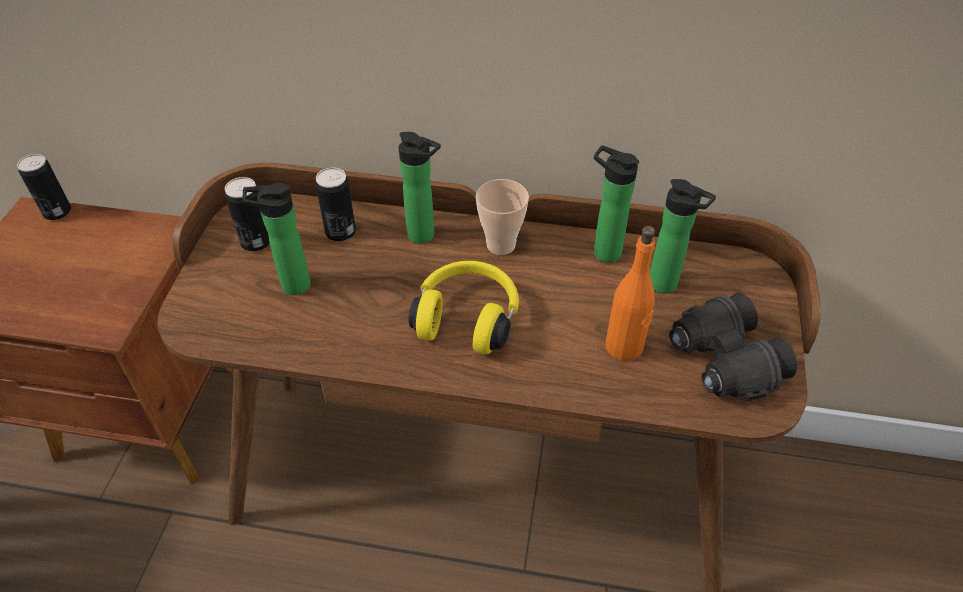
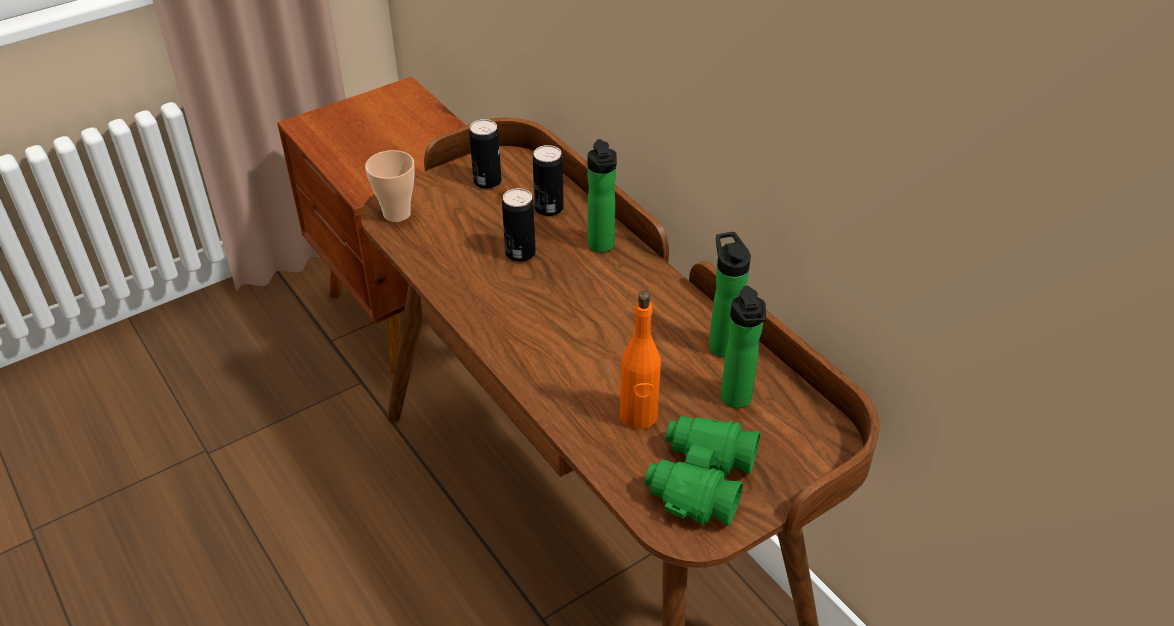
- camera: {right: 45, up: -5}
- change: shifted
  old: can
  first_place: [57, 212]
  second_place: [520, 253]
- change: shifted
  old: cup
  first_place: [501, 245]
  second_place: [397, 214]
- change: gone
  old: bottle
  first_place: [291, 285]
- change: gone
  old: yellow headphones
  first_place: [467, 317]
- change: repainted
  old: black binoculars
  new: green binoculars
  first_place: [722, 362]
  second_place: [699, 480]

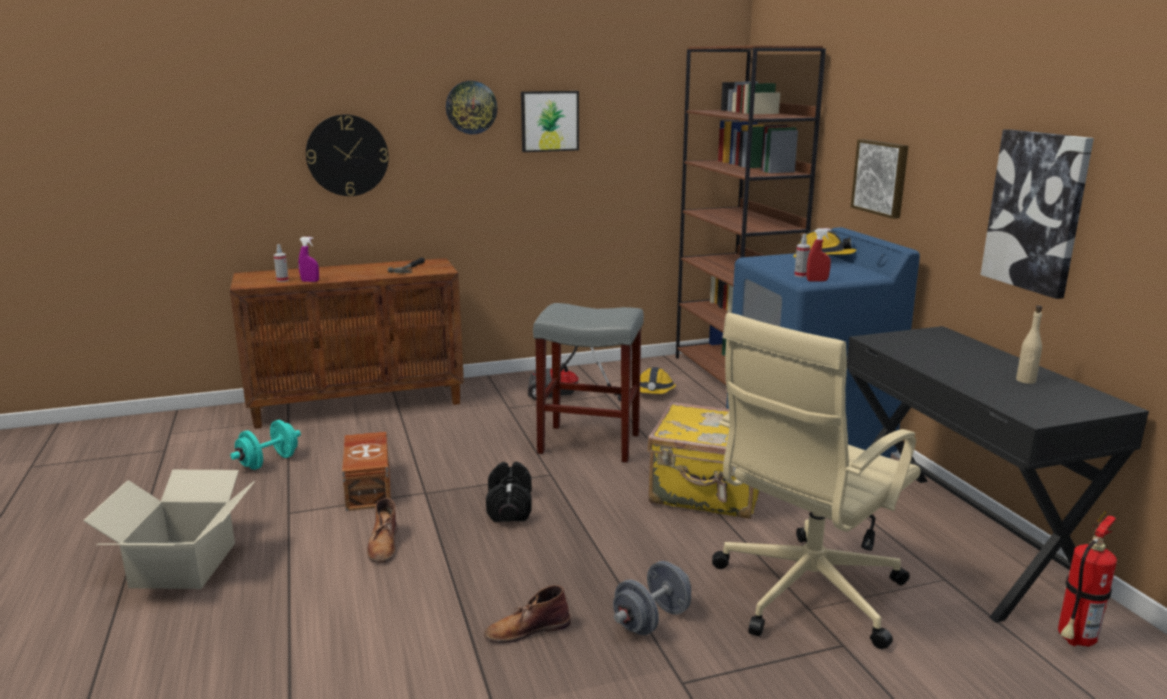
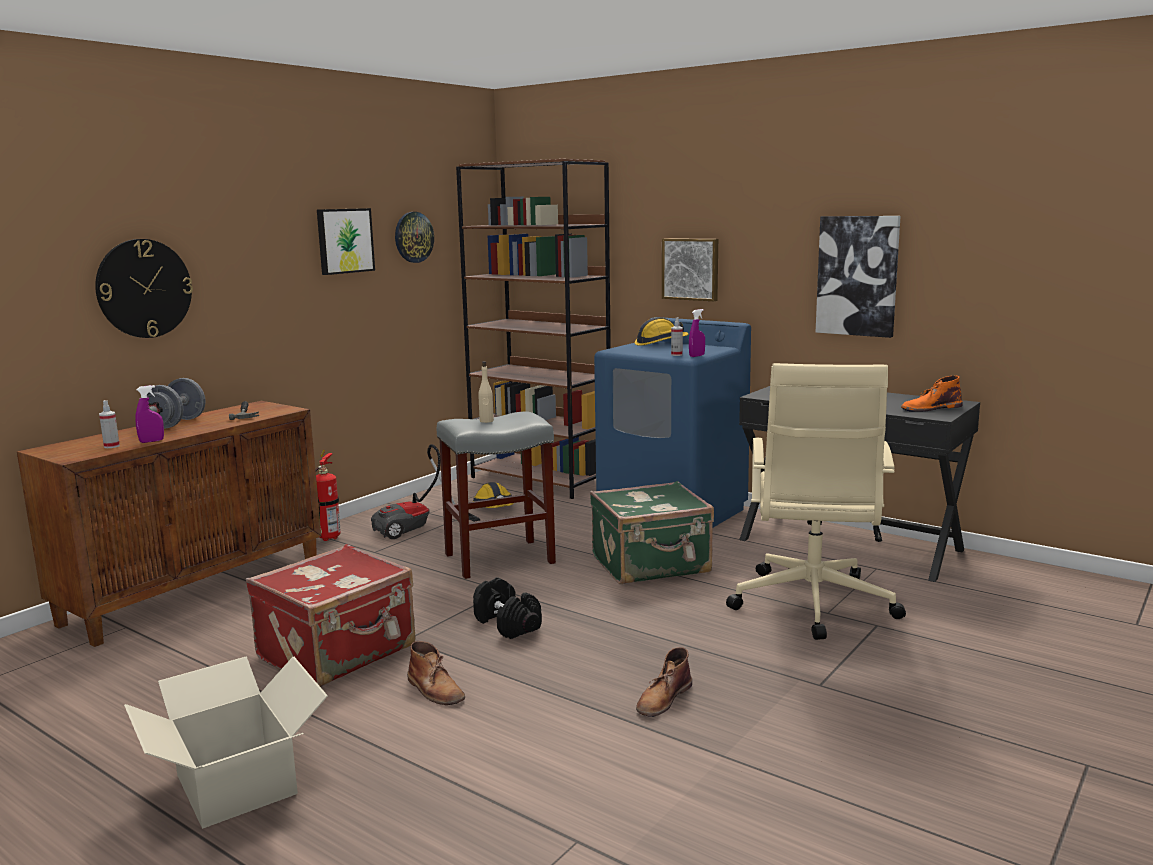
- camera: {right: -35, up: -5}
- change: shifted
  old: wall clock
  first_place: [471, 107]
  second_place: [413, 237]
- change: repainted
  old: red spray bottle
  new: purple spray bottle
  first_place: [817, 281]
  second_place: [696, 356]
- change: shifted
  old: beige bottle
  first_place: [1025, 380]
  second_place: [486, 421]
- change: repainted
  old: yellow suitcase
  new: green suitcase
  first_place: [707, 493]
  second_place: [651, 565]
- change: gone
  old: turquoise dumbbell
  first_place: [268, 462]
- change: swapped
  old: brown storage box
  new: red suitcase
  first_place: [370, 487]
  second_place: [339, 653]
- change: shifted
  old: fire extinguisher
  first_place: [1074, 642]
  second_place: [327, 539]
- change: shifted
  old: grey dumbbell
  first_place: [651, 620]
  second_place: [176, 423]
- change: new
  new: orange boot
  second_place: [930, 408]

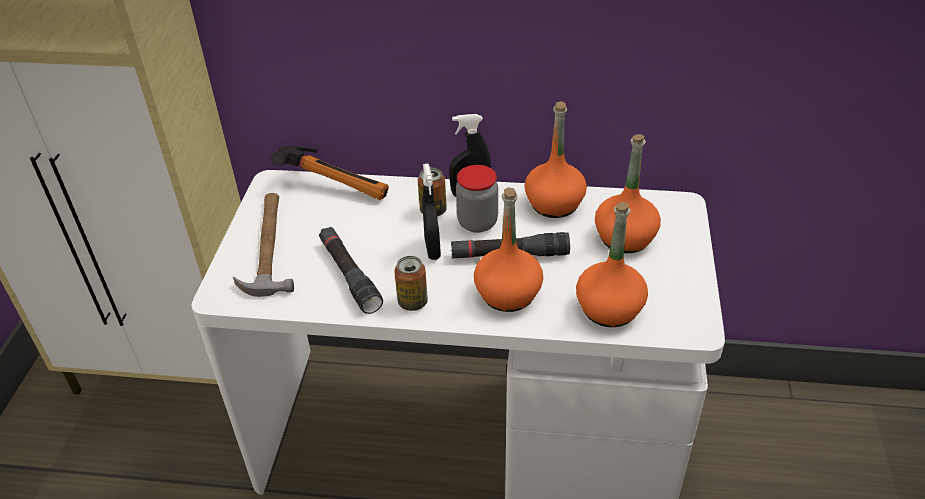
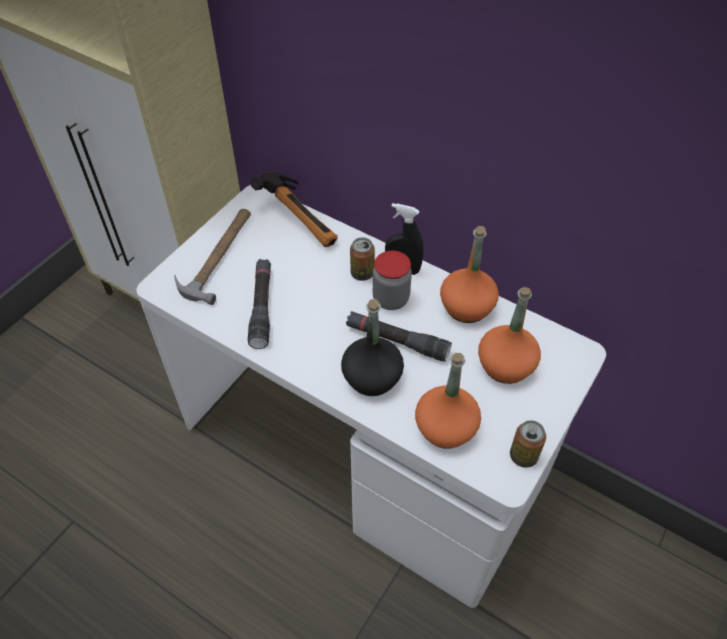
- camera: {right: 25, up: 10}
- change: gone
  old: black spray bottle
  first_place: [432, 249]
- change: repainted
  old: orange bottle
  new: black bottle
  first_place: [508, 294]
  second_place: [372, 377]
- change: shifted
  old: can
  first_place: [412, 302]
  second_place: [523, 456]

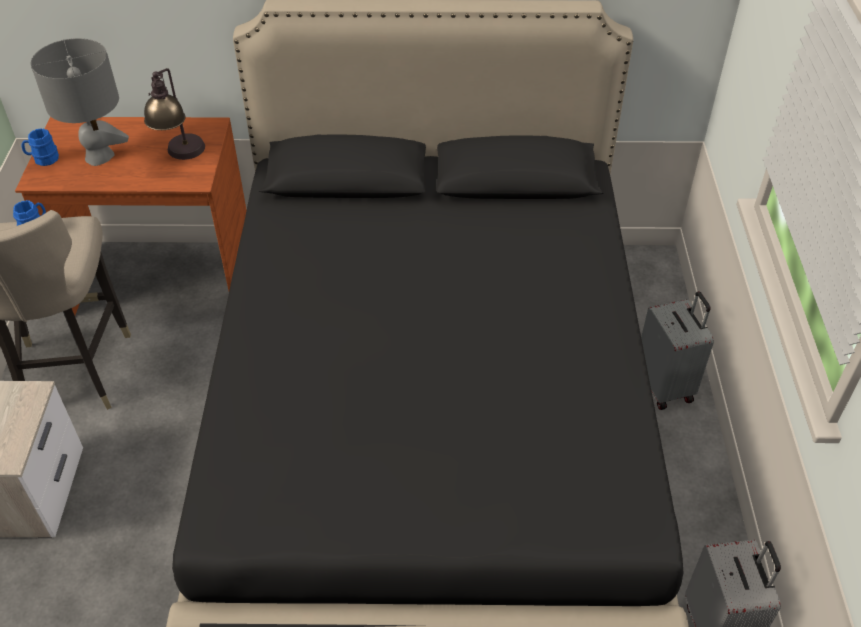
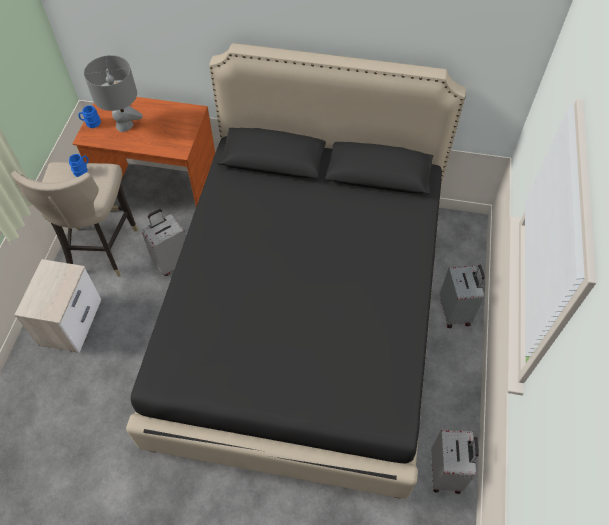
- camera: {right: 10, up: 10}
- change: gone
  old: table lamp
  first_place: [181, 157]
- change: new
  new: grey suitcase
  second_place: [172, 261]

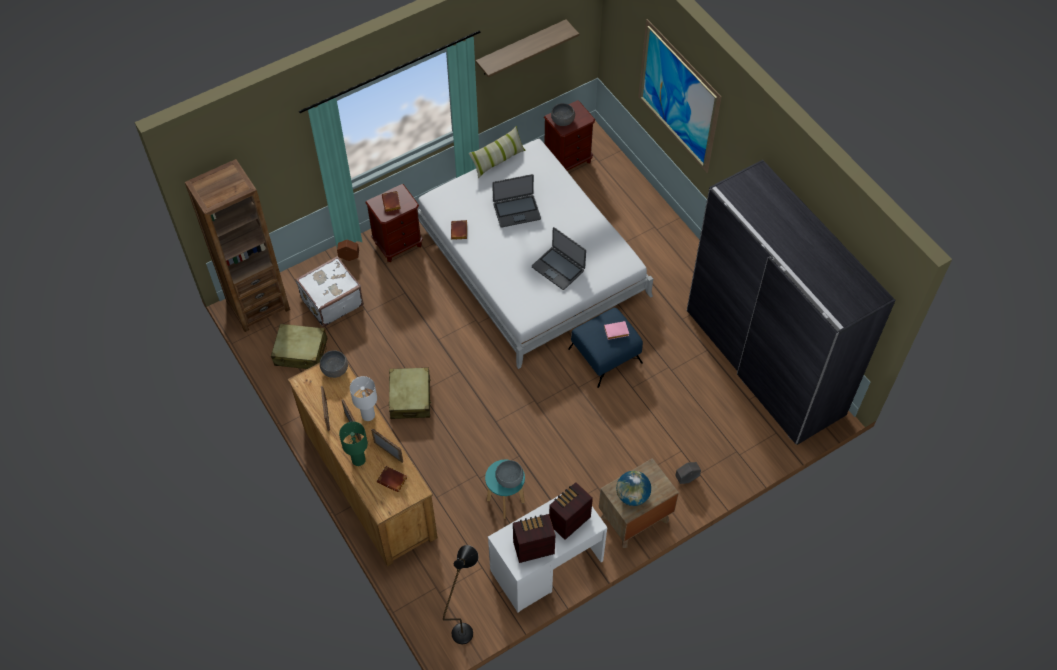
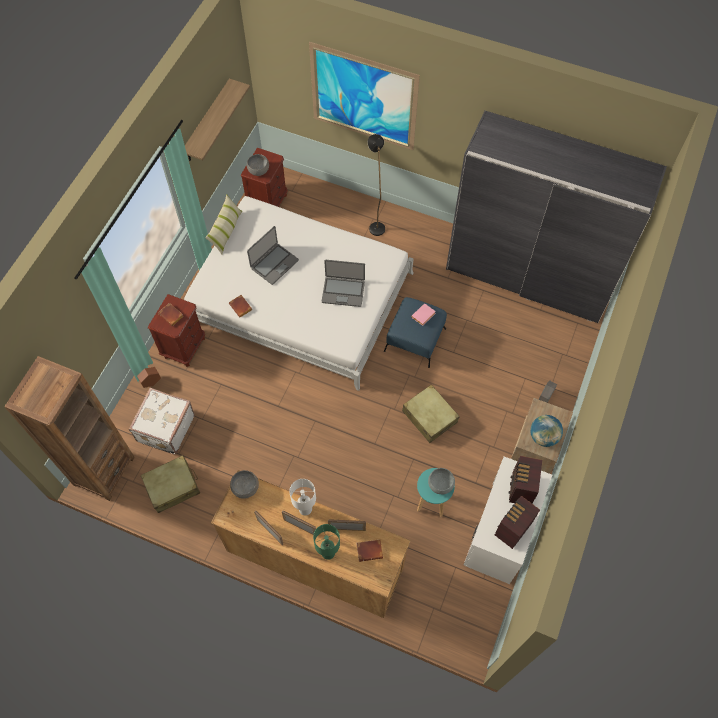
- camera: {right: -35, up: 5}
- change: shifted
  old: beige suitcase
  first_place: [410, 398]
  second_place: [429, 417]
- change: shifted
  old: black floor lamp
  first_place: [465, 626]
  second_place: [375, 224]

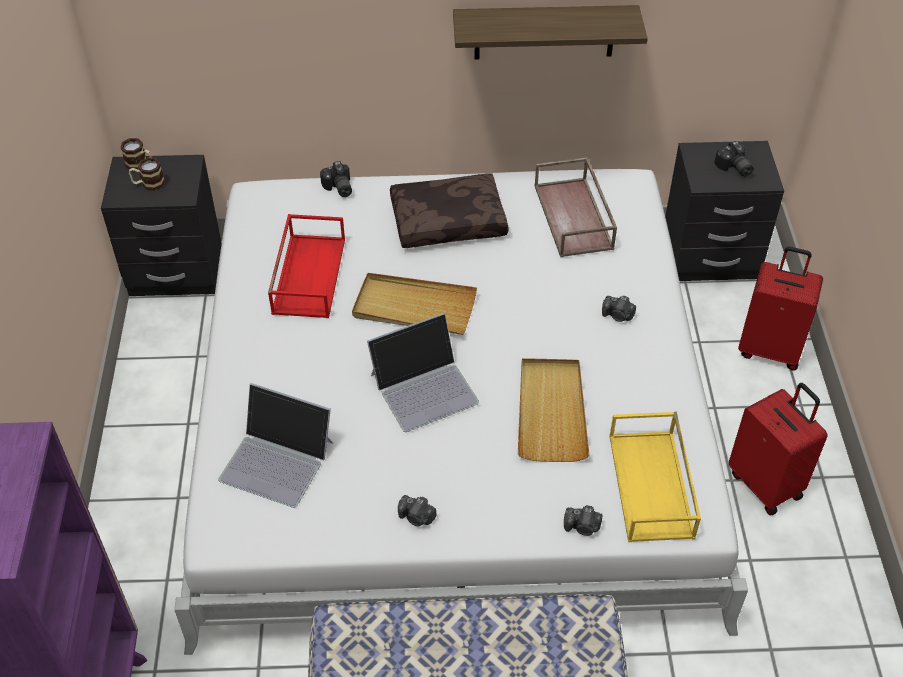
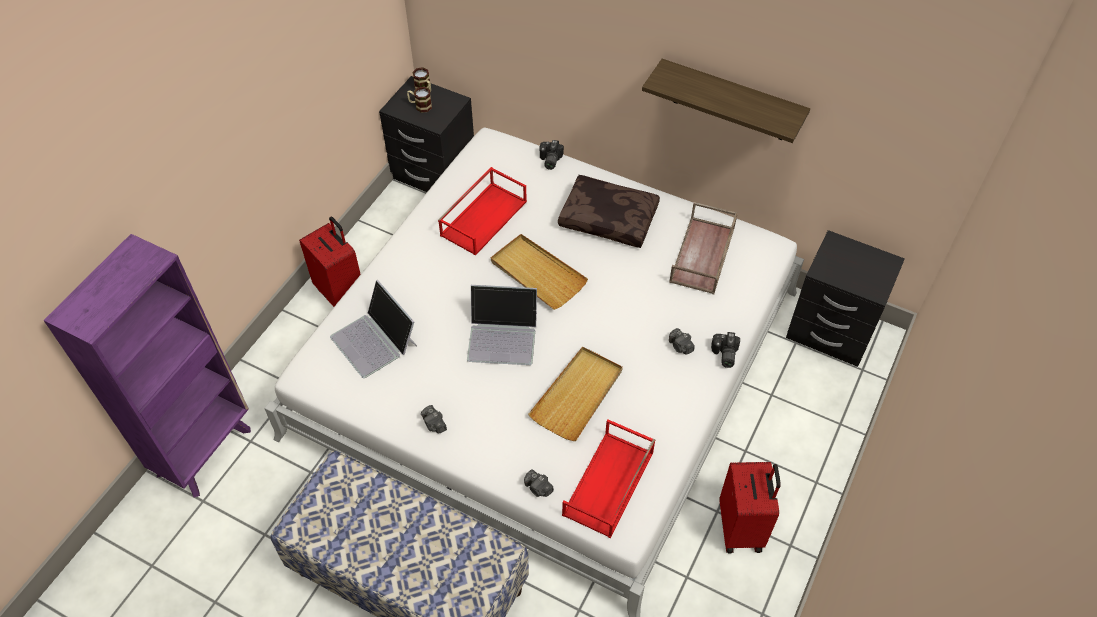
- camera: {right: 30, up: 5}
- change: shifted
  old: photo camera
  first_place: [733, 168]
  second_place: [724, 355]
- change: shifted
  old: red suitcase
  first_place: [770, 349]
  second_place: [341, 293]
- change: repainted
  old: yellow tray
  new: red tray
  first_place: [652, 486]
  second_place: [609, 485]

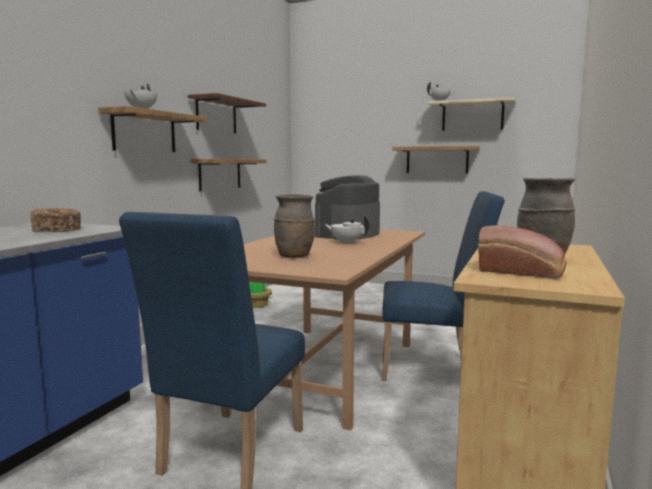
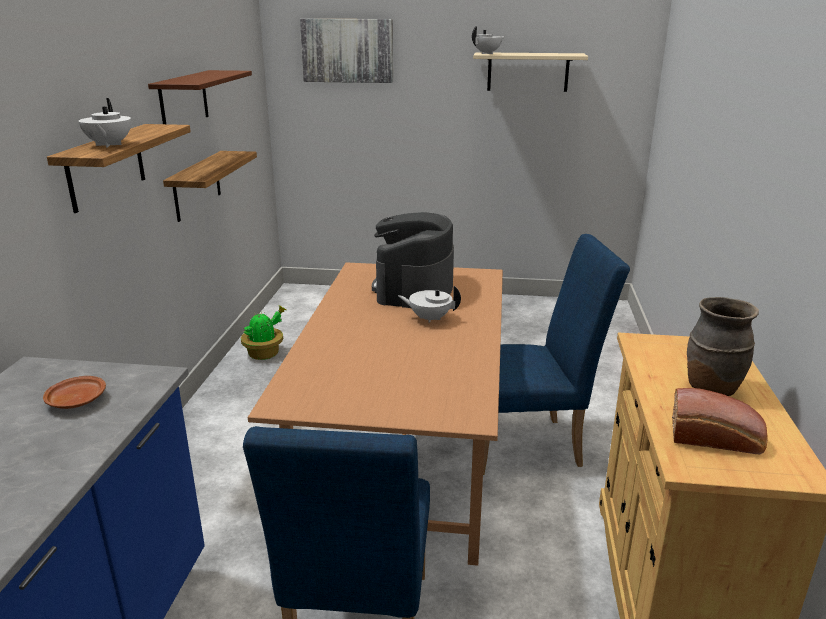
- camera: {right: -15, up: 15}
- change: gone
  old: shelf
  first_place: [437, 160]
- change: gone
  old: brown vase
  first_place: [294, 256]
- change: swapped
  old: bread
  new: brown plate
  first_place: [57, 230]
  second_place: [77, 401]
- change: new
  new: picture
  second_place: [347, 50]

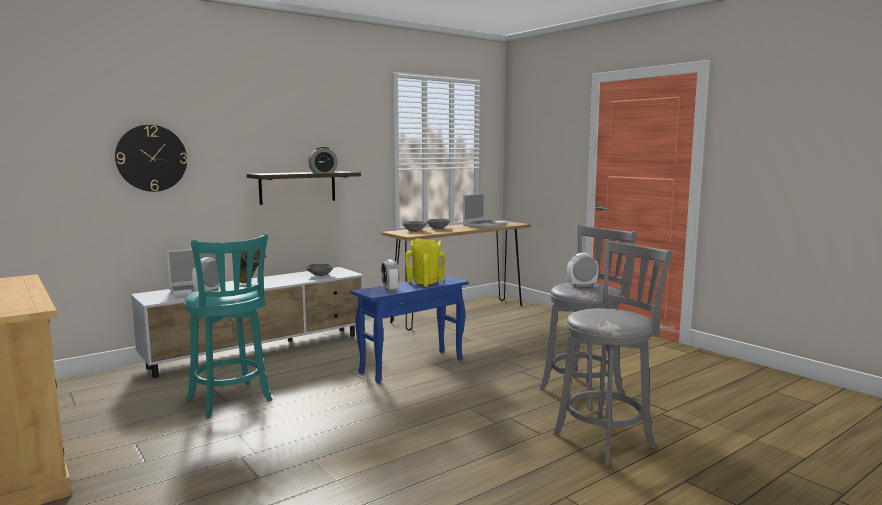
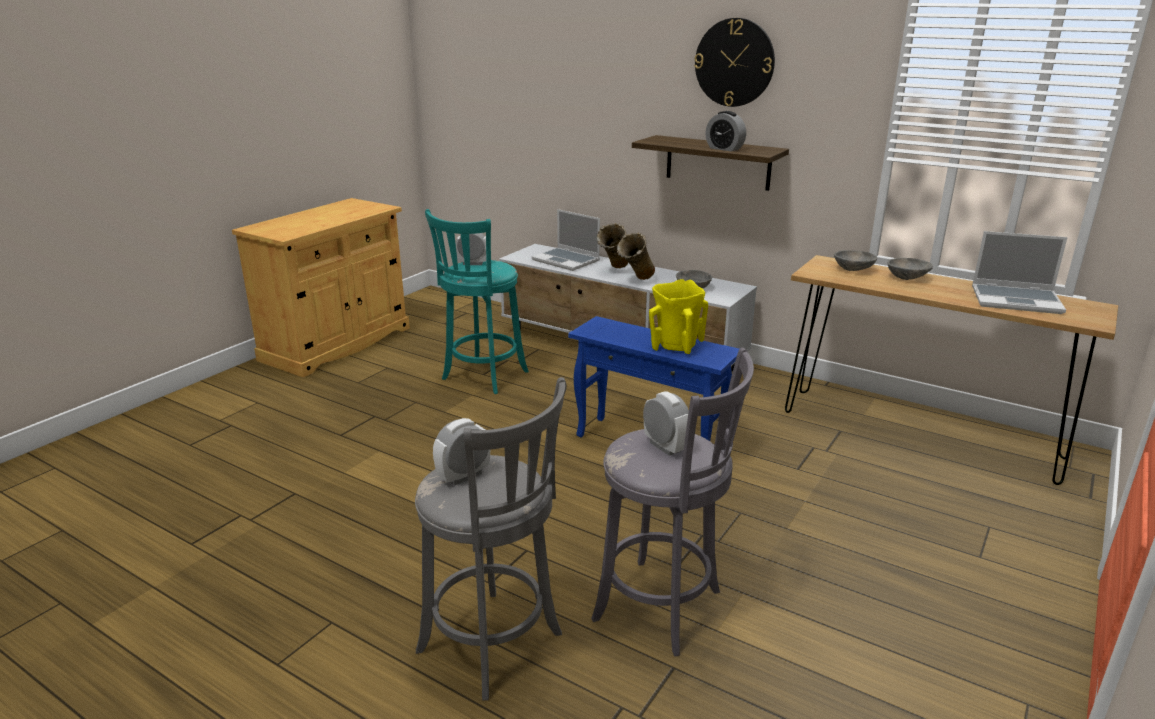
- camera: {right: 70, up: 15}
- change: shifted
  old: wall clock
  first_place: [151, 158]
  second_place: [734, 62]
- change: shifted
  old: alarm clock
  first_place: [390, 289]
  second_place: [464, 476]
- change: new
  new: beige vase
  second_place: [635, 281]

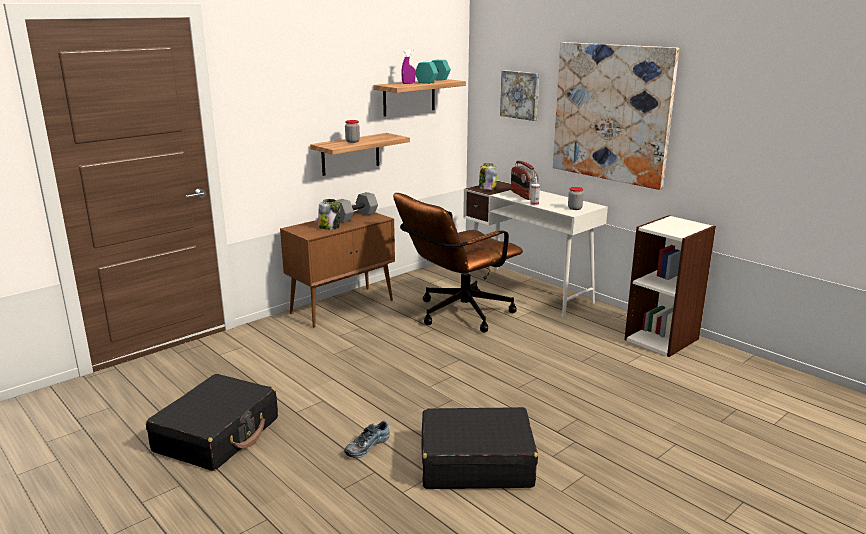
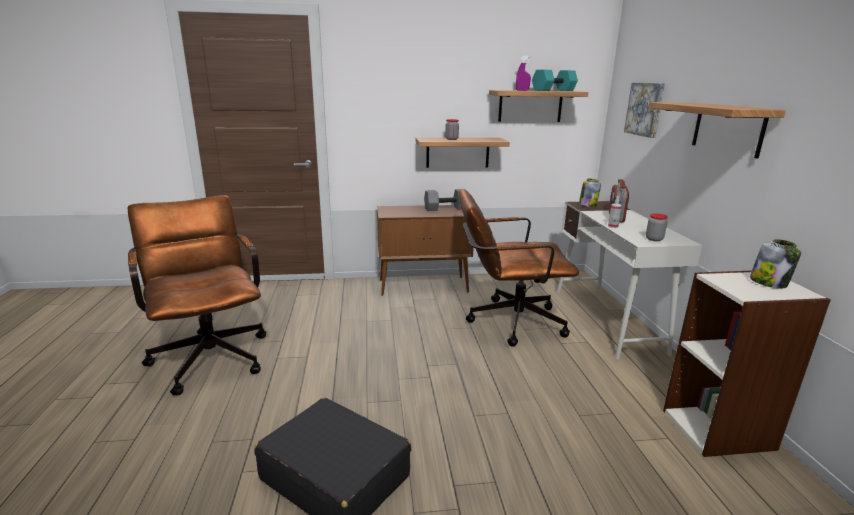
- camera: {right: 35, up: 0}
- change: swapped
  old: picture
  new: shelf
  first_place: [611, 113]
  second_place: [728, 128]
- change: shifted
  old: jar
  first_place: [329, 227]
  second_place: [769, 282]
- change: swapped
  old: black suitcase
  new: brown office chair
  first_place: [217, 435]
  second_place: [210, 354]
- change: gone
  old: shoe
  first_place: [366, 445]

